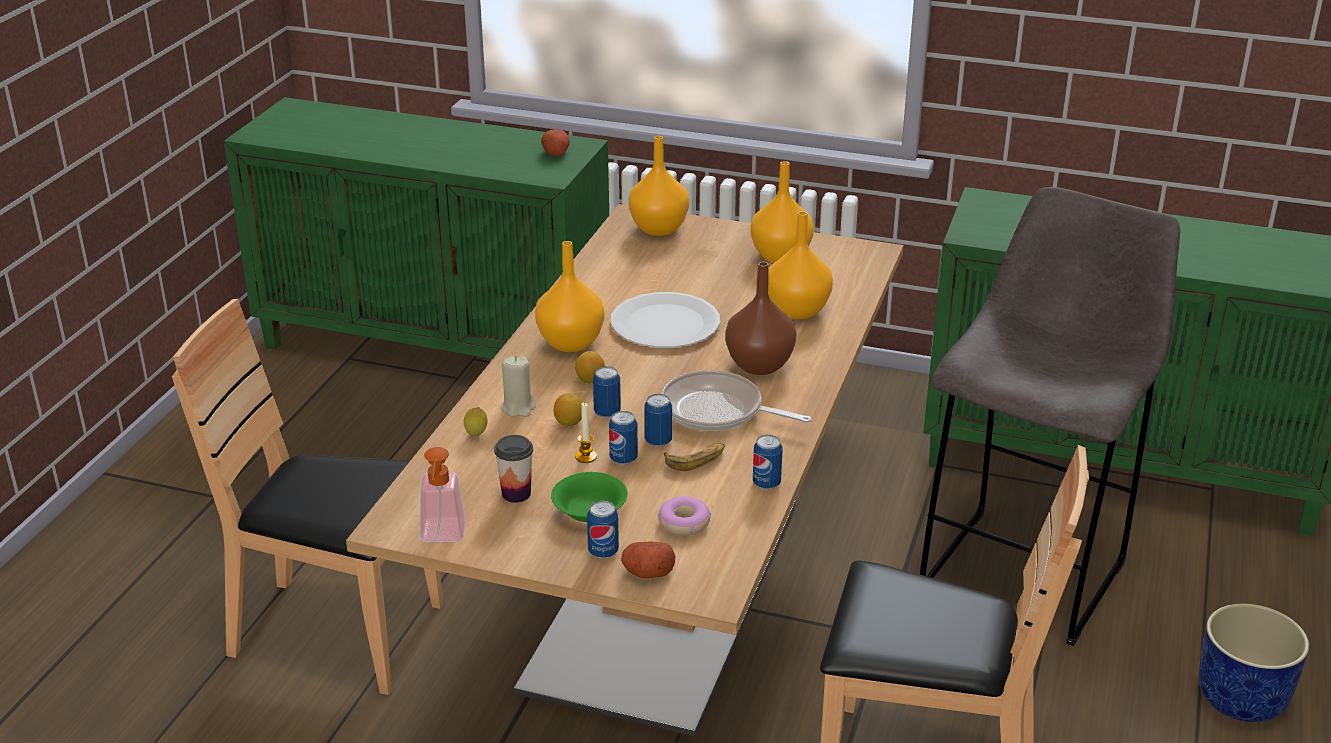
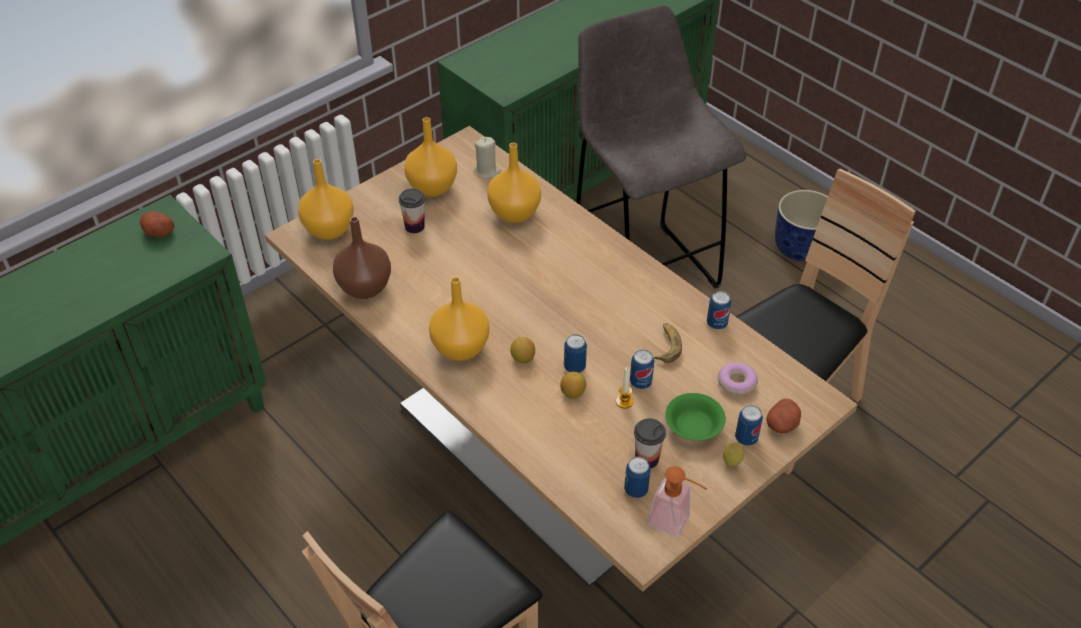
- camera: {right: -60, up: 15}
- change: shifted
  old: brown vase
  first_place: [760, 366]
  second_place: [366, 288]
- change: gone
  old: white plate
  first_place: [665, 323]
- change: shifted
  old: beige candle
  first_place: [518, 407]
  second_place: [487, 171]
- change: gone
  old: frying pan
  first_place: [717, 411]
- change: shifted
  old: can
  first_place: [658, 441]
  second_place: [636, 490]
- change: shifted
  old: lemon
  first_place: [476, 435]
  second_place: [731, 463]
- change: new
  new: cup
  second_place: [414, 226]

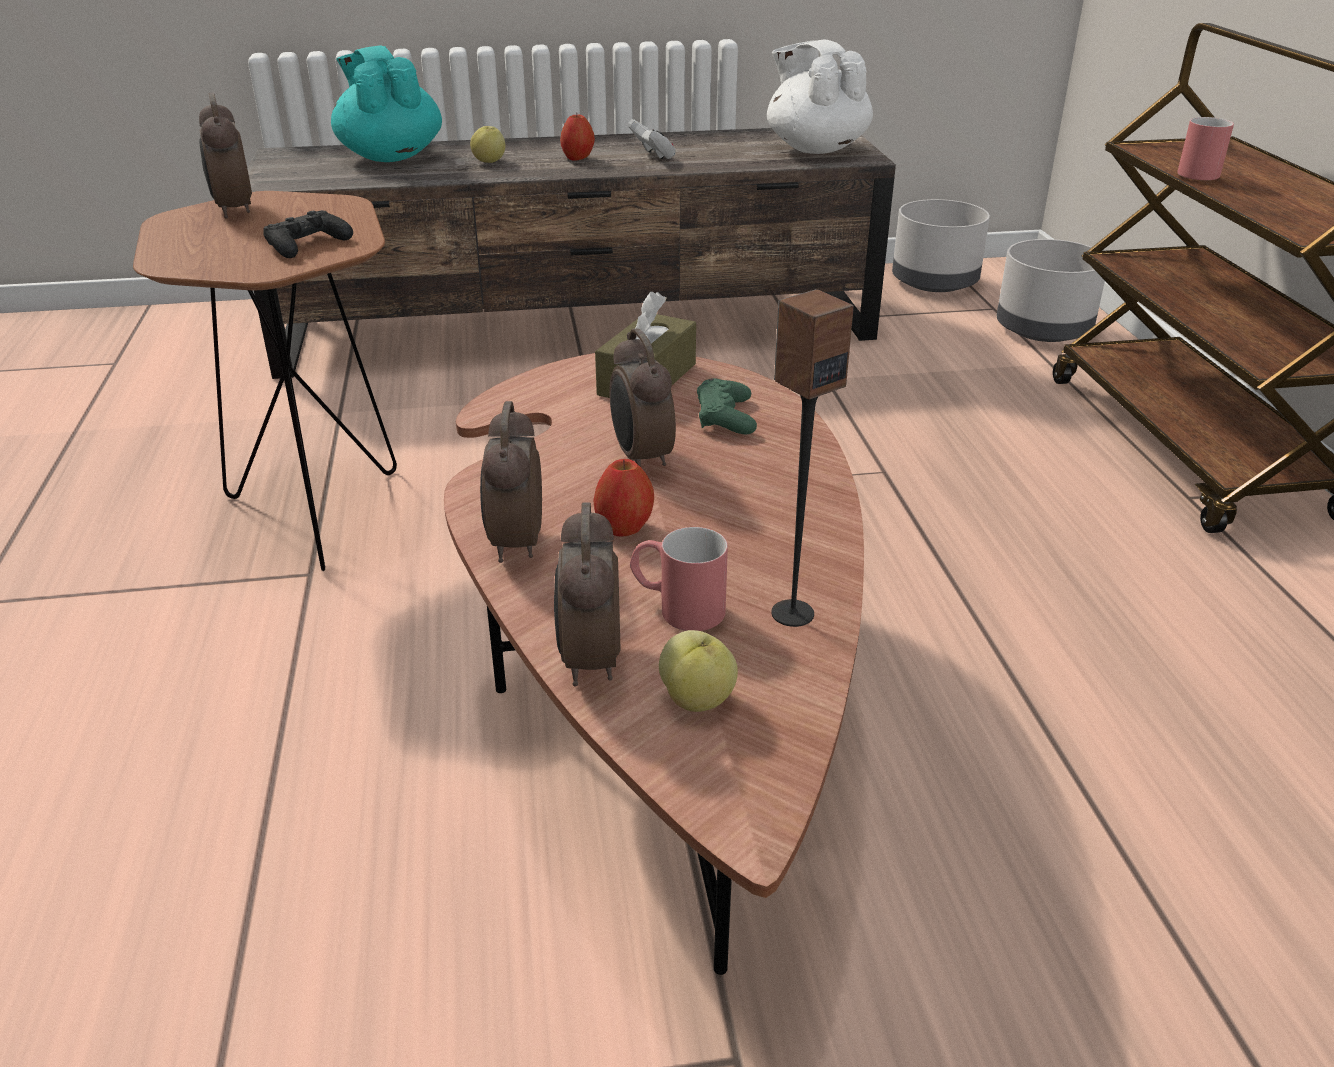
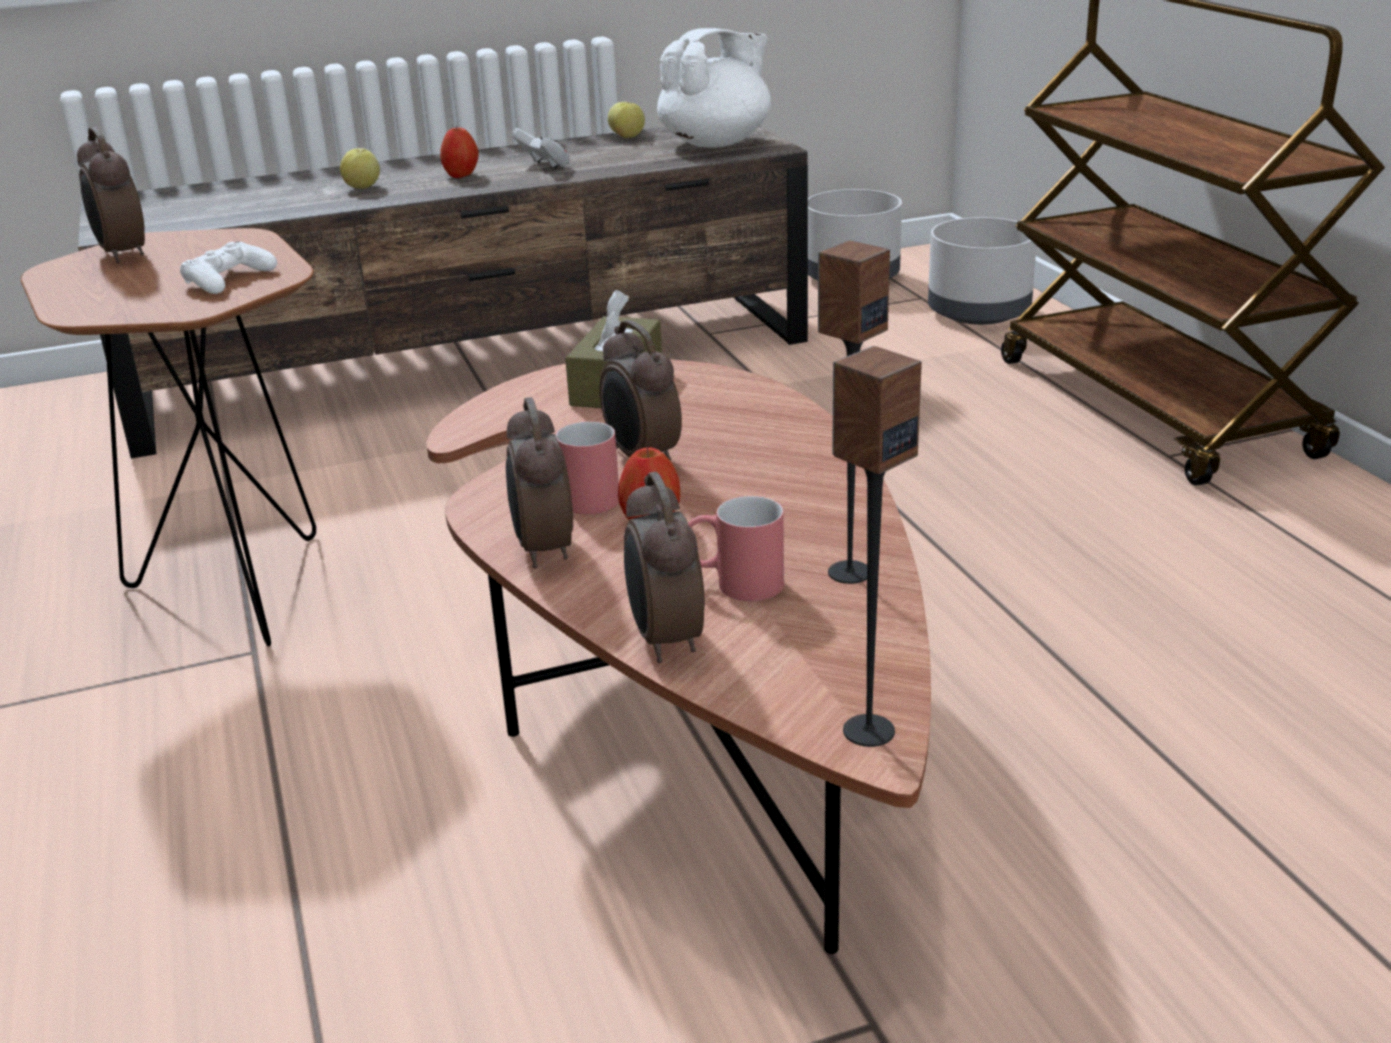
- camera: {right: -10, up: -5}
- change: rotated
  old: white teapot
  first_place: [815, 148]
  second_place: [717, 143]
  degrees: 90
- change: gone
  old: turquoise teapot
  first_place: [390, 156]
- change: shifted
  old: red mug
  first_place: [1197, 172]
  second_place: [593, 494]
- change: repainted
  old: black game controller
  new: white game controller
  first_place: [307, 245]
  second_place: [228, 280]
- change: gone
  old: green game controller
  first_place: [725, 417]
- change: shifted
  old: apple
  first_place: [697, 699]
  second_place: [627, 137]
- change: new
  new: speaker
  second_place: [868, 730]

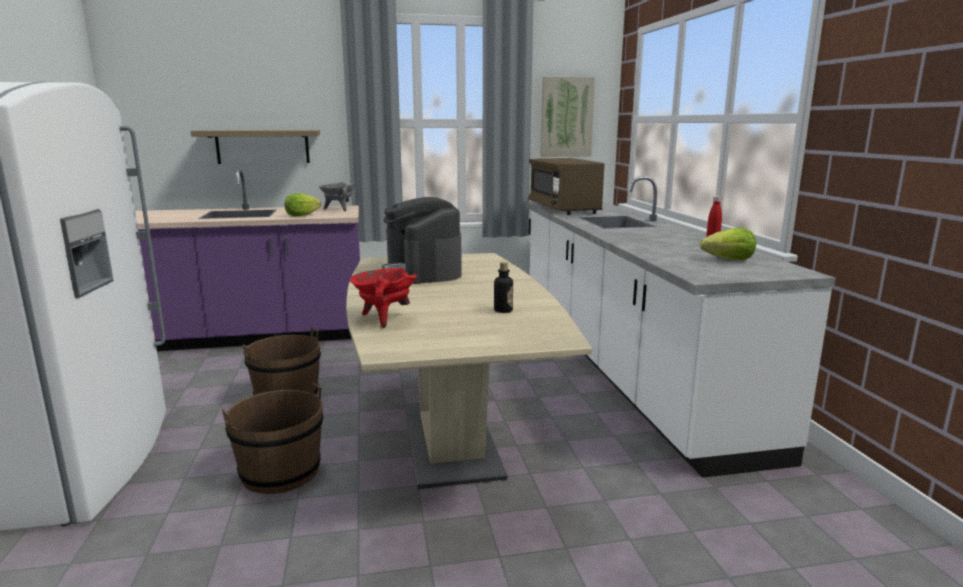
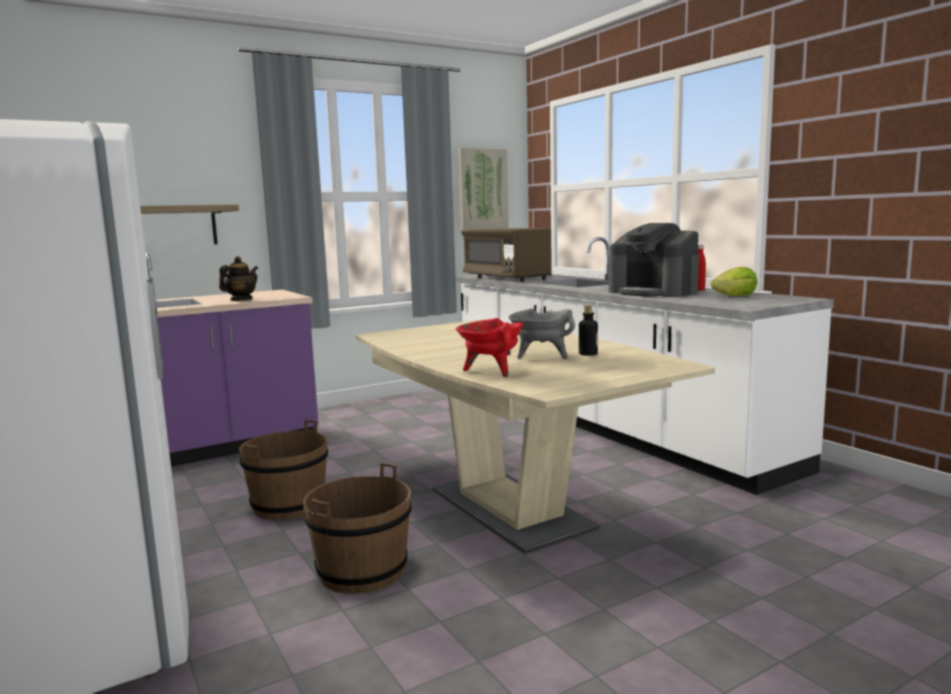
- camera: {right: -20, up: -5}
- change: shifted
  old: grey cooking pot
  first_place: [338, 209]
  second_place: [541, 356]
- change: swapped
  old: lettuce
  new: teapot
  first_place: [301, 215]
  second_place: [241, 300]
- change: shifted
  old: coffee machine
  first_place: [423, 272]
  second_place: [653, 292]

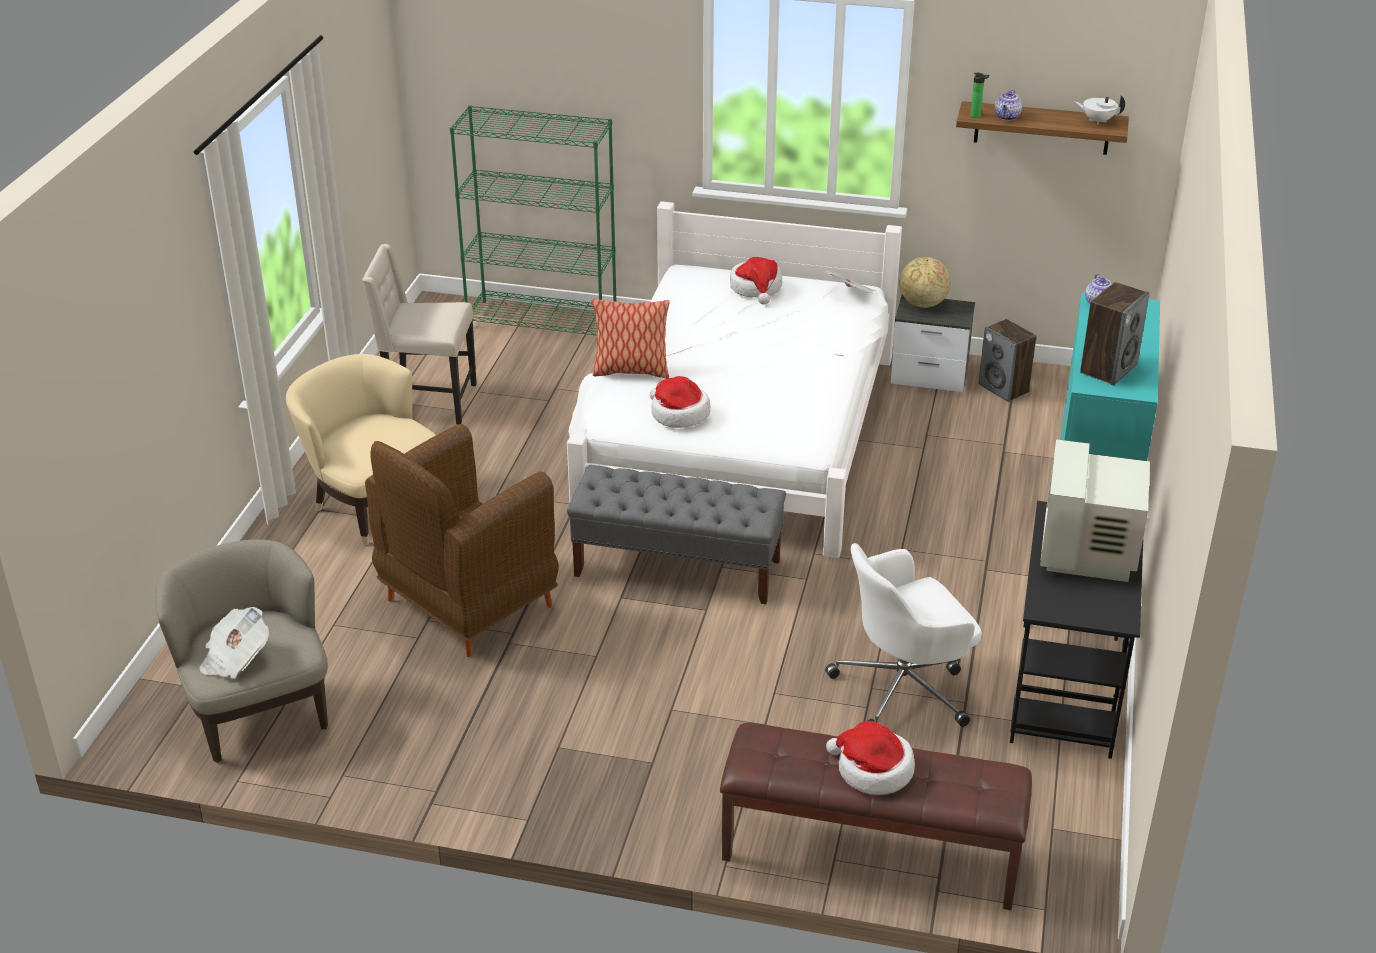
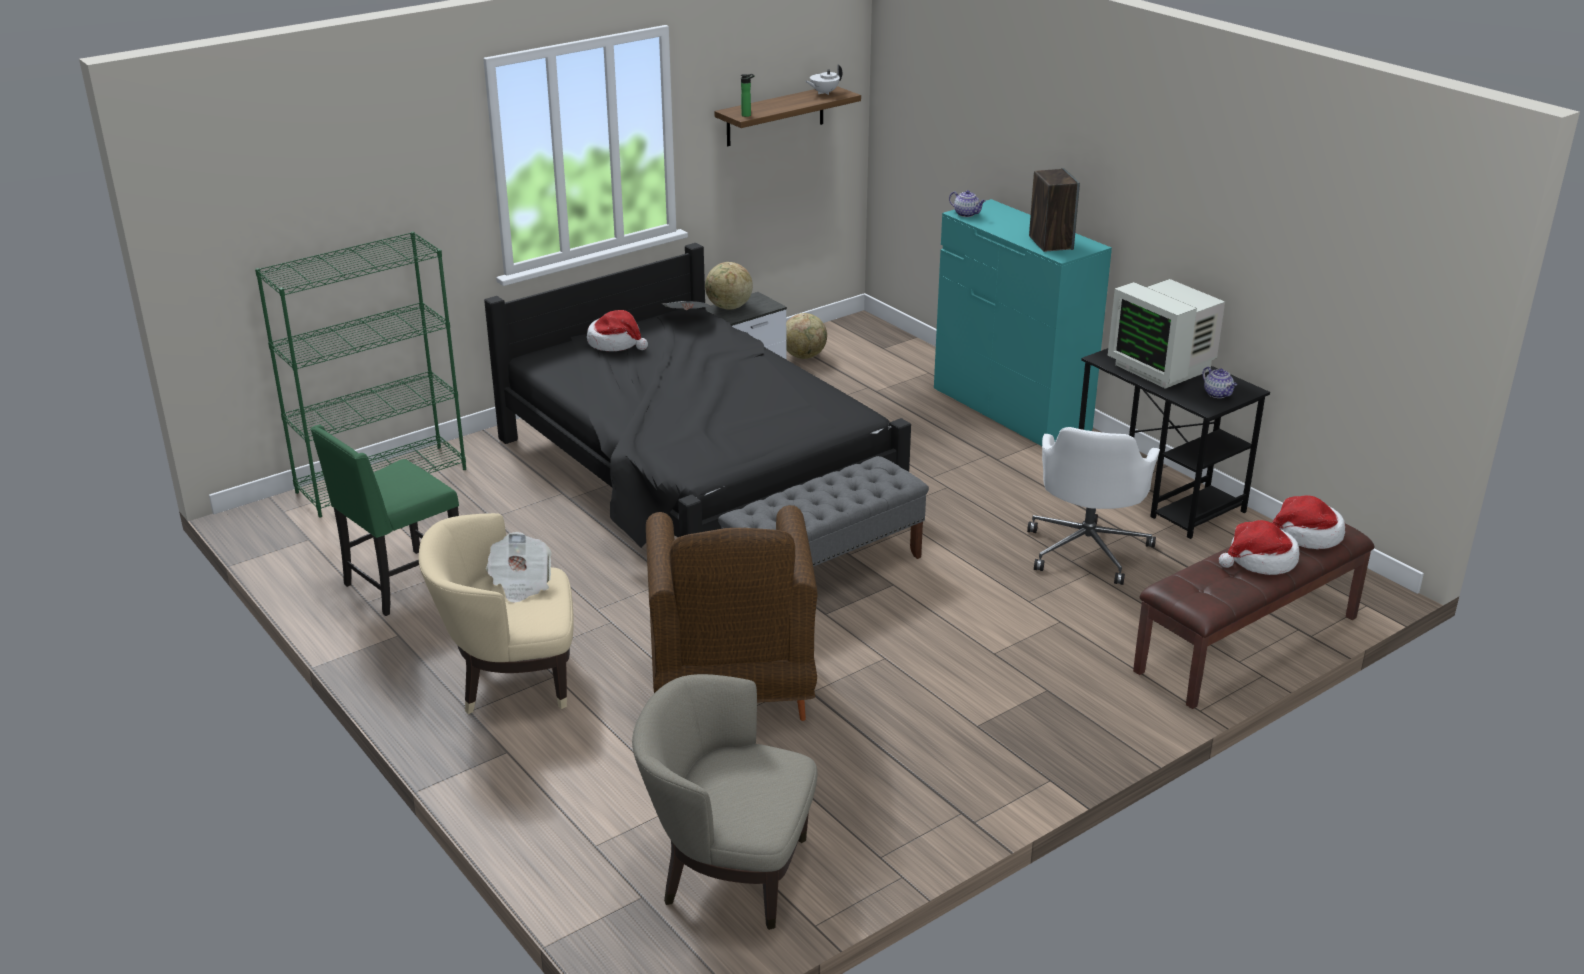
- camera: {right: -50, up: -5}
- change: shifted
  old: teapot
  first_place: [1007, 117]
  second_place: [1218, 394]
- change: repainted
  old: white bed
  new: black bed
  first_place: [739, 435]
  second_place: [695, 472]
- change: repainted
  old: beige chair
  new: green chair
  first_place: [428, 402]
  second_place: [401, 585]
- change: gone
  old: pillow
  first_place: [631, 371]
- change: swapped
  old: speaker
  new: globe
  first_place: [1004, 388]
  second_place: [804, 356]
- change: shifted
  old: hat
  first_place: [678, 414]
  second_place: [1306, 535]
- change: shifted
  old: newspaper
  first_place: [235, 658]
  second_place: [521, 583]

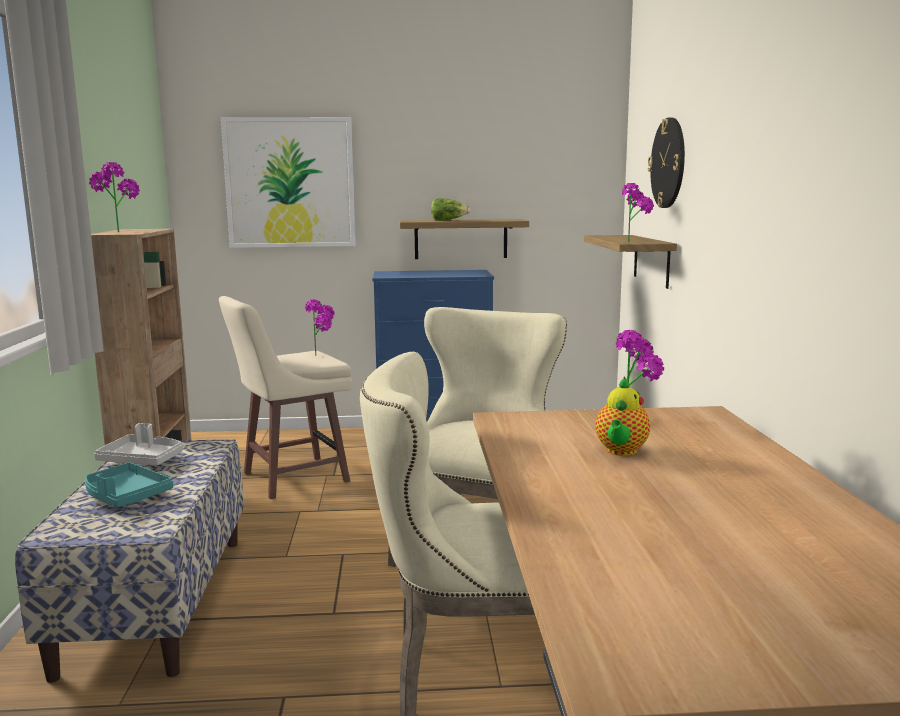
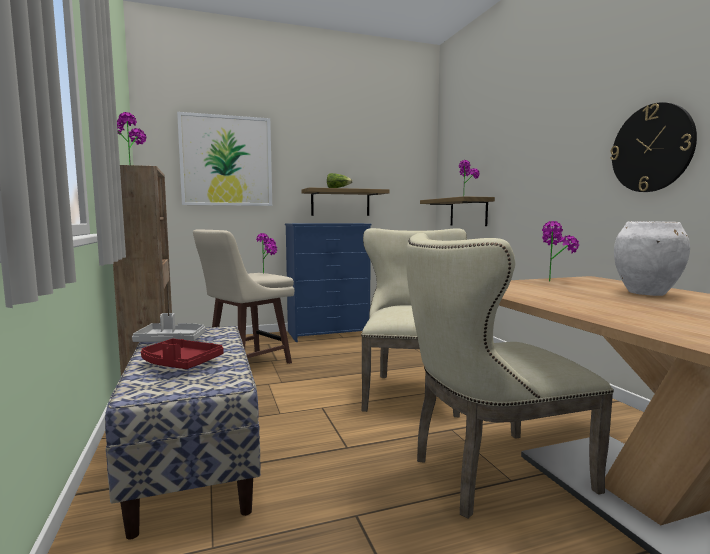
- camera: {right: -15, up: -5}
- change: shifted
  old: wall clock
  first_place: [668, 163]
  second_place: [651, 148]
- change: gone
  old: teapot
  first_place: [620, 451]
- change: repainted
  old: turquoise tray
  new: red tray
  first_place: [125, 496]
  second_place: [180, 364]
- change: new
  new: white vase
  second_place: [647, 293]

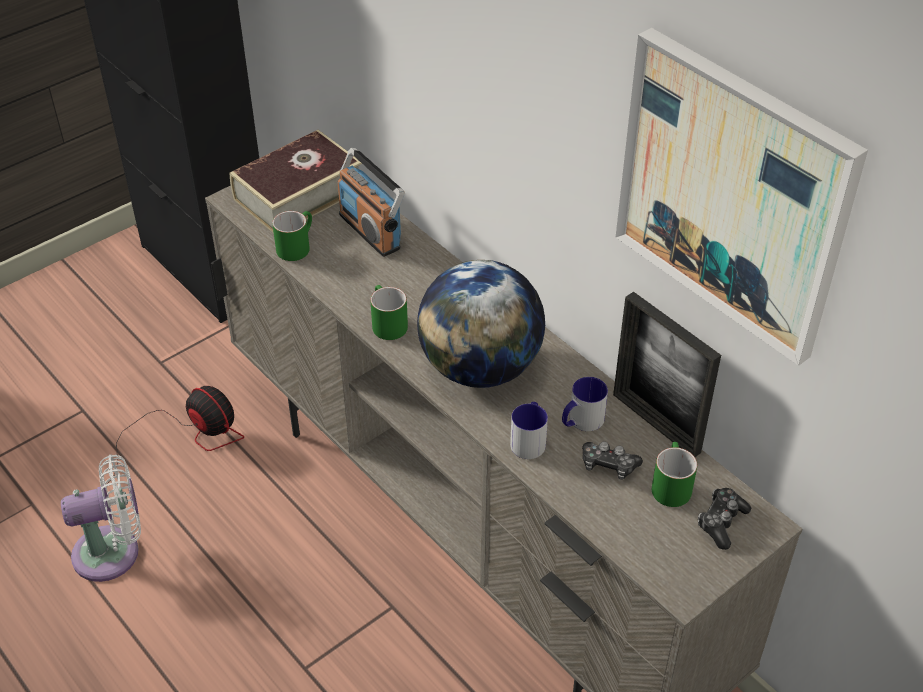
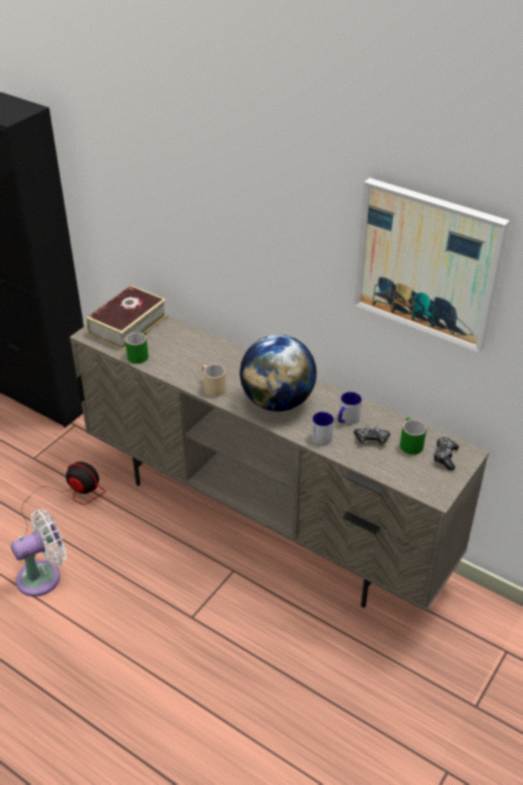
- camera: {right: -15, up: -5}
- change: gone
  old: radio
  first_place: [370, 231]
- change: repainted
  old: green mug
  new: beige mug
  first_place: [386, 323]
  second_place: [211, 388]
- change: gone
  old: picture frame
  first_place: [656, 423]

